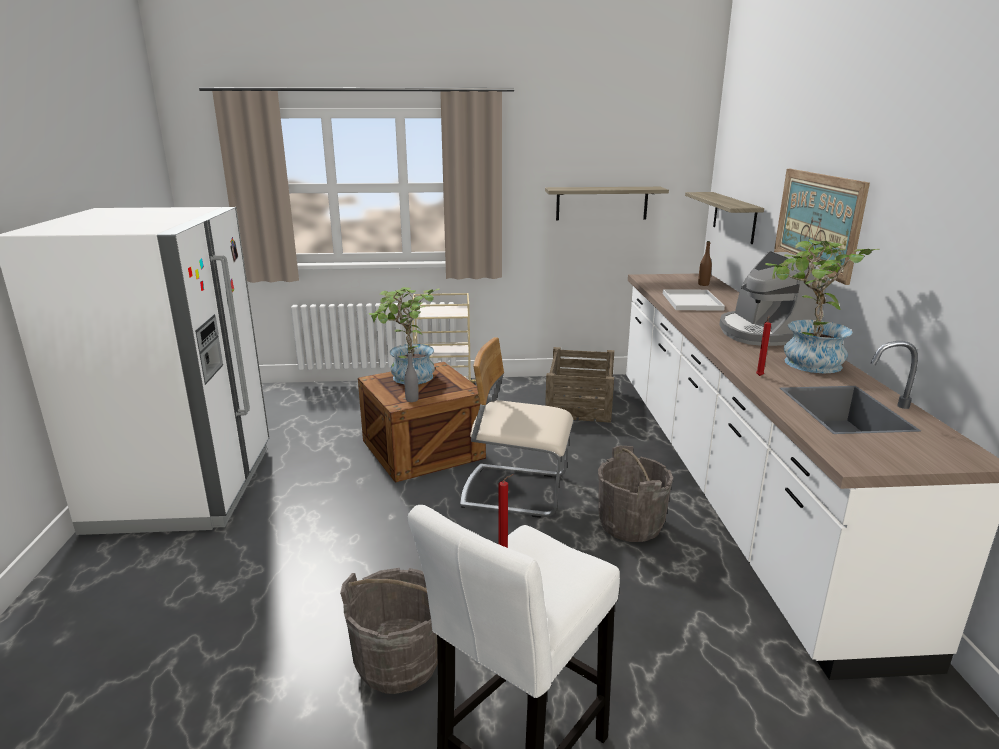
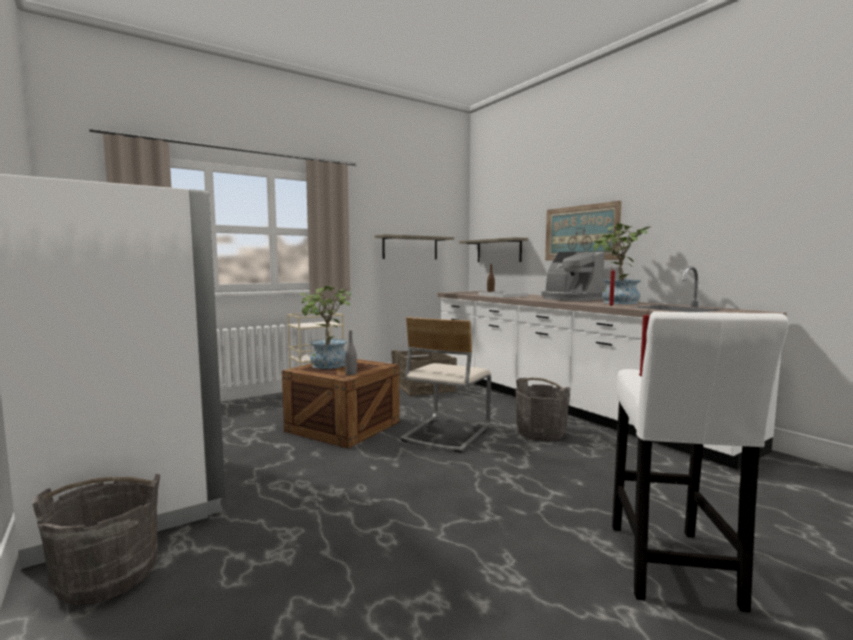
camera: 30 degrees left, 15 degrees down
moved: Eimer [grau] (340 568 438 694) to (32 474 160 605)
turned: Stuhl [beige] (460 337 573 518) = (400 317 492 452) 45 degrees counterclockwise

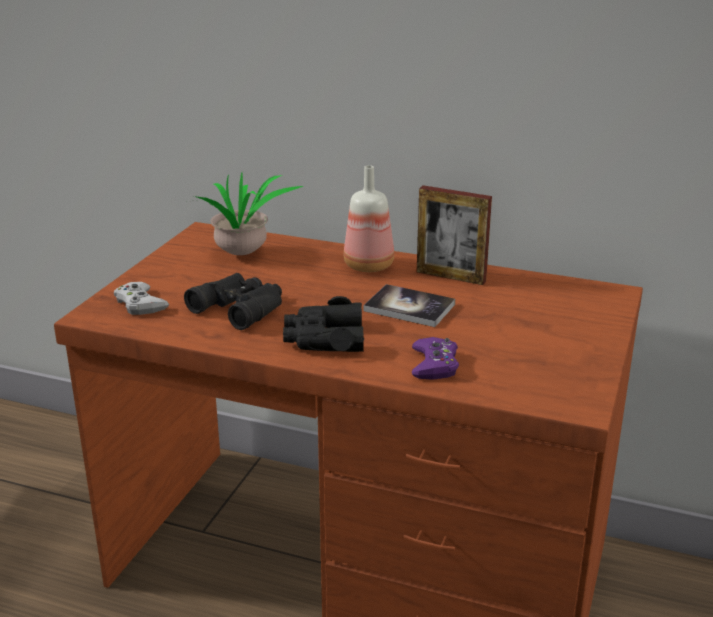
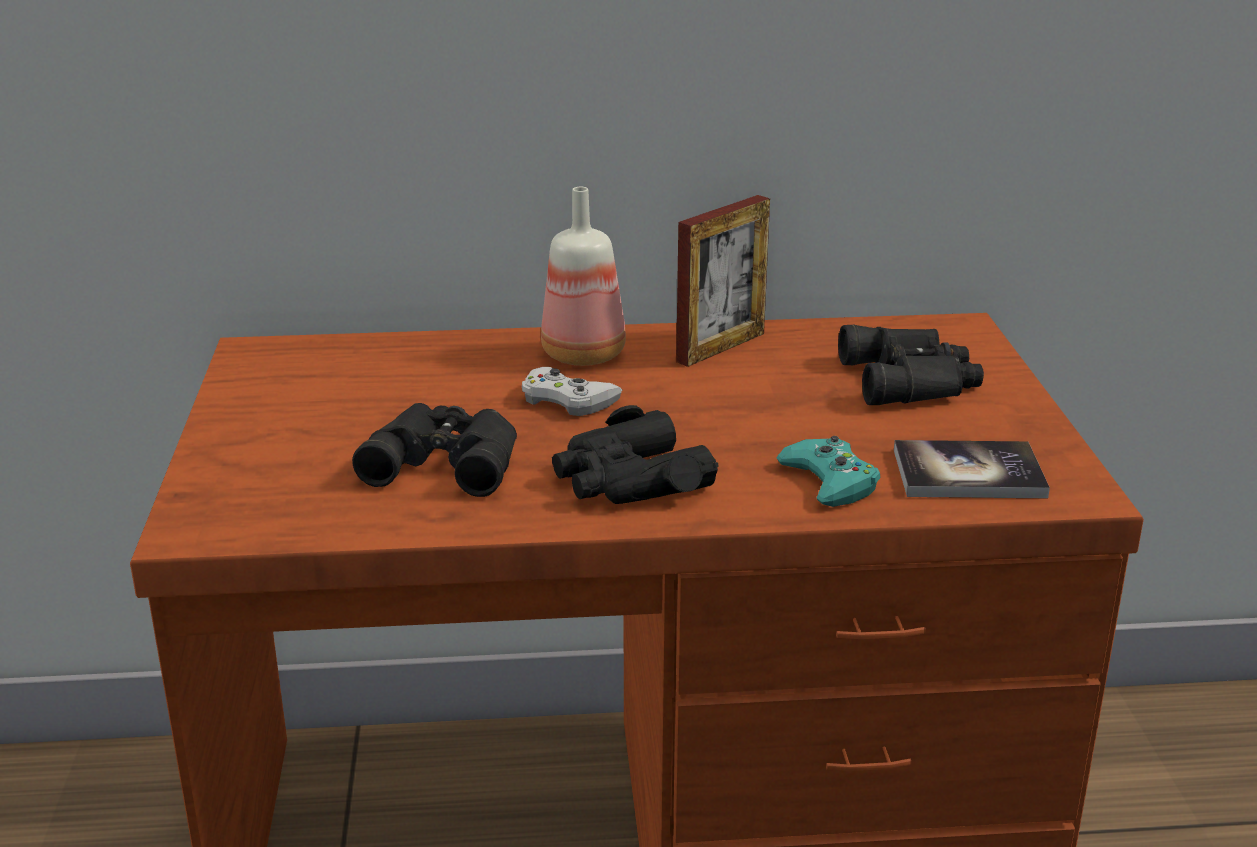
camera: 25 degrees left, 0 degrees up
removed: Topfpflanze (194 172 303 255)
added: Fernglas [schwarz] (838 325 984 405)
moved: Gamepad [weiß] (114 282 169 315) to (522 367 622 416); Buch (363 284 455 327) to (894 440 1050 498)
recoloured: Gamepad [lila] (412 337 459 380) to Gamepad [türkis] (776 436 880 507)
turned: Bilderrahmen (417 185 492 285) = (676 195 770 367) 45 degrees counterclockwise

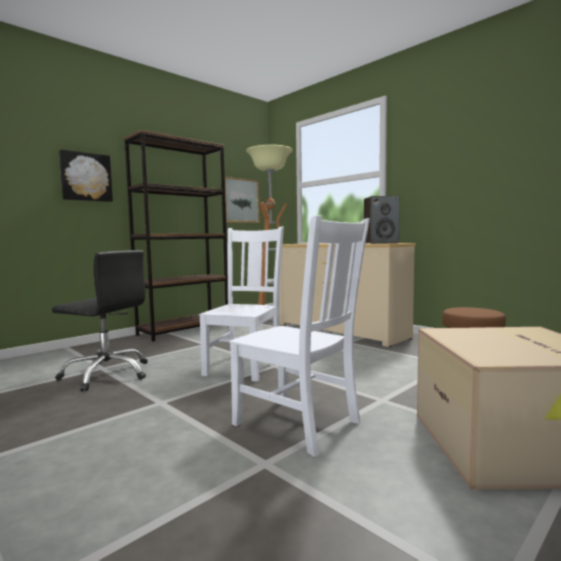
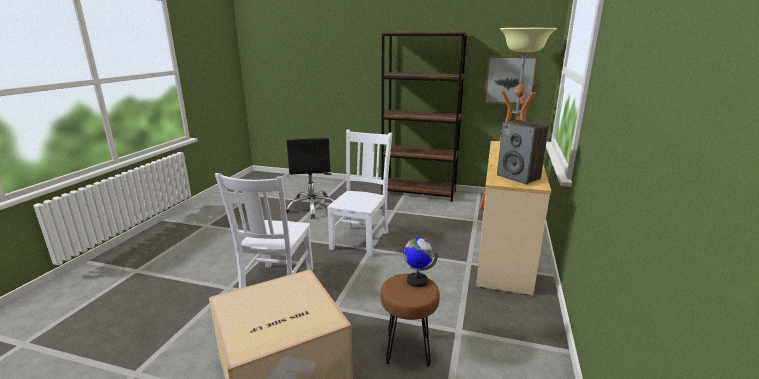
camera: 60 degrees right, 15 degrees up
removed: Bild (59 149 113 202)
added: Globus (403 237 438 287)
turned: Stuhl [weiß] (199 227 284 382) = (327 129 392 257) 60 degrees counterclockwise

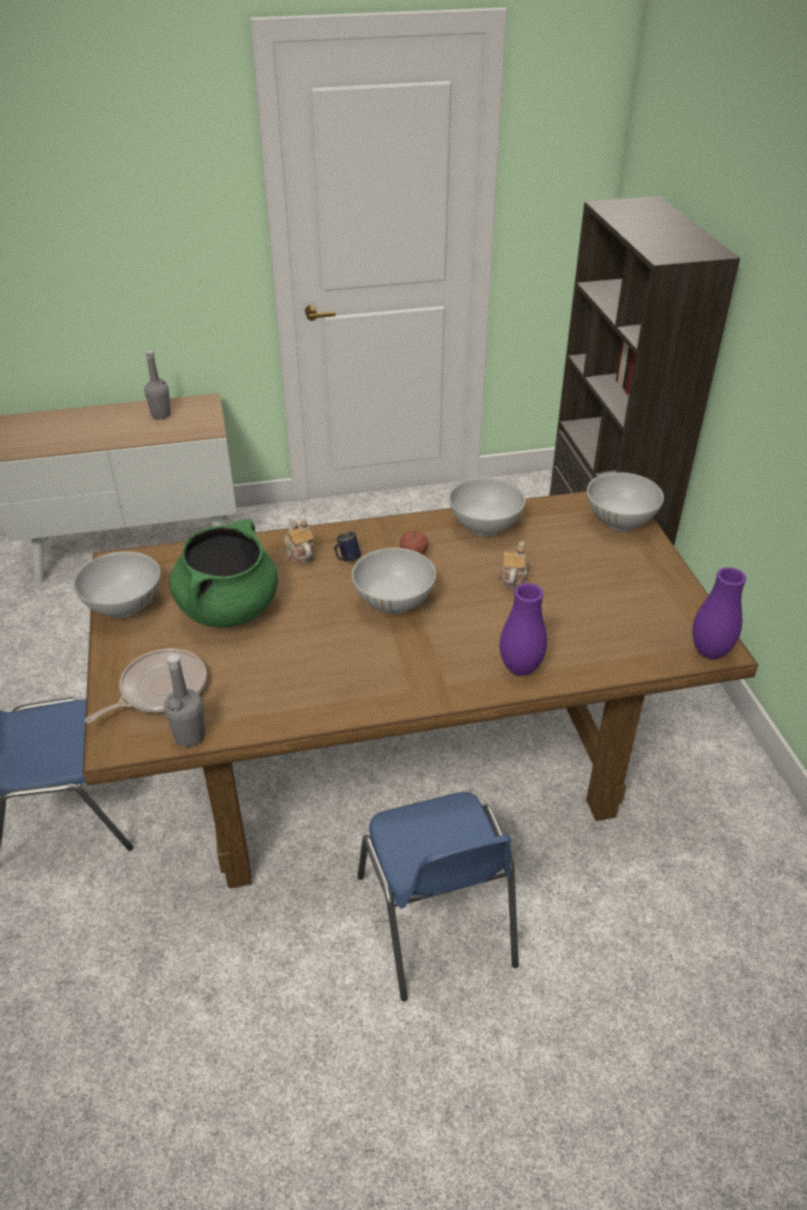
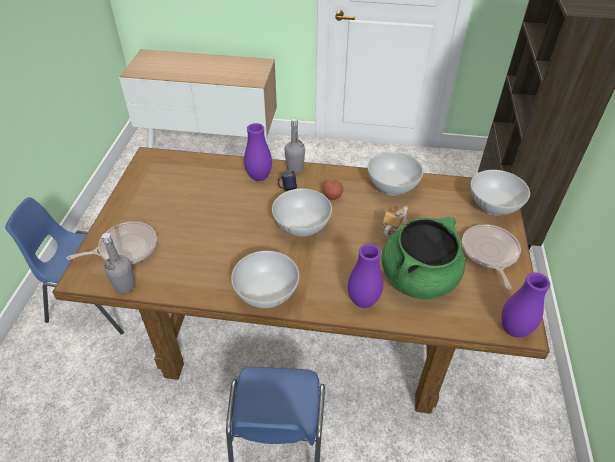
camera: 20 degrees right, 5 degrees up
added: Pfanne (462 224 521 289)
moved: Schüssel [weiß] (73 551 161 618) to (231 251 299 308); Flasche [grau] (144 350 171 419) to (284 118 305 174); Kochtopf [grün] (170 519 278 627) to (382 217 465 299)
replaced: Teekanne (284 518 315 564) to Vase [lila] (244 123 272 181)

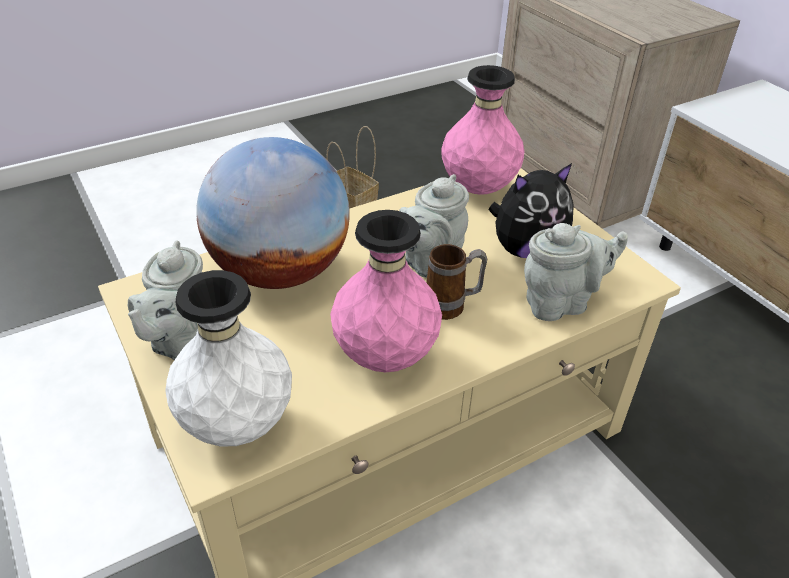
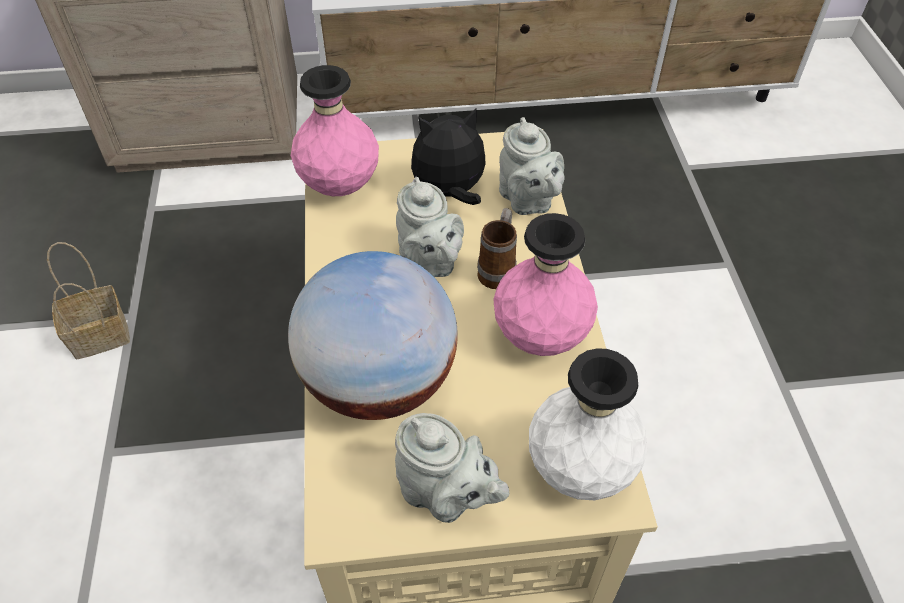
camera: 65 degrees left, 10 degrees up
turned: Plüschtier (489 163 574 258) = (411 109 485 205) 105 degrees counterclockwise; Teekanne [grau] (524 223 628 321) = (499 117 564 215) 150 degrees clockwise

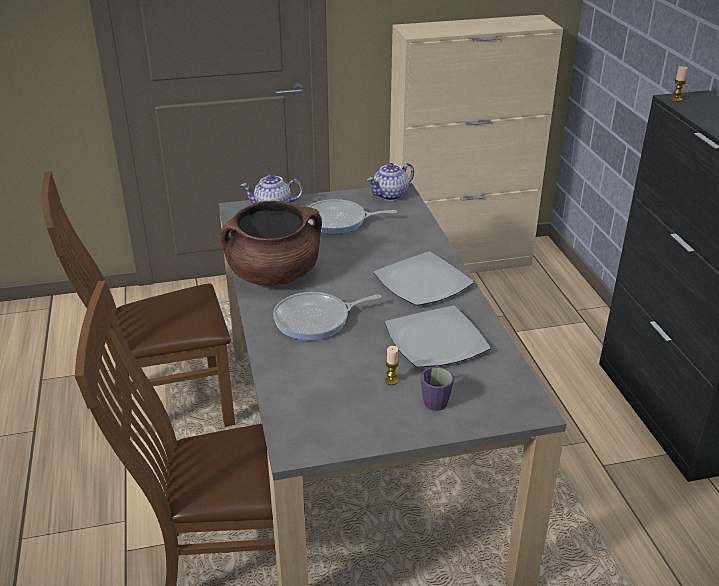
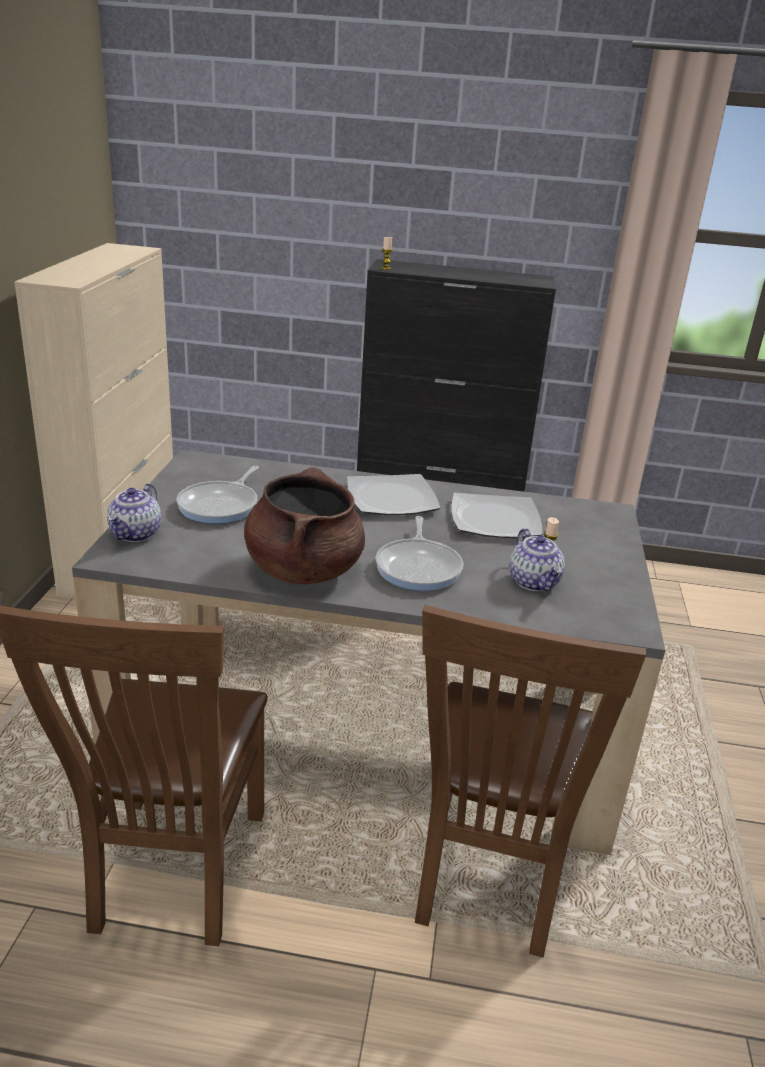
camera: 70 degrees left, 5 degrees down
removed: Henkelbecher [lila] (421 365 454 411)
moved: Teekanne (367 163 414 201) to (510 528 565 591)

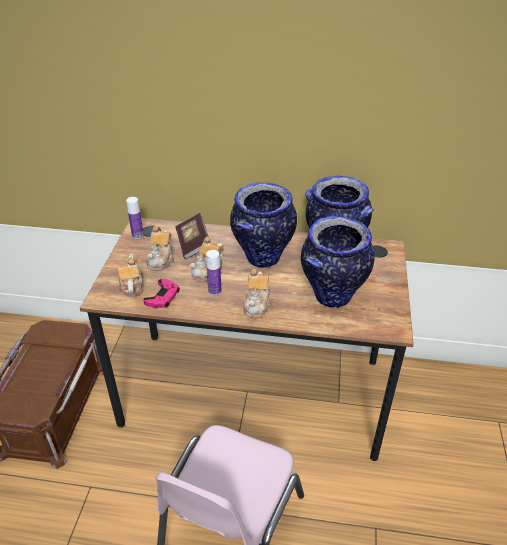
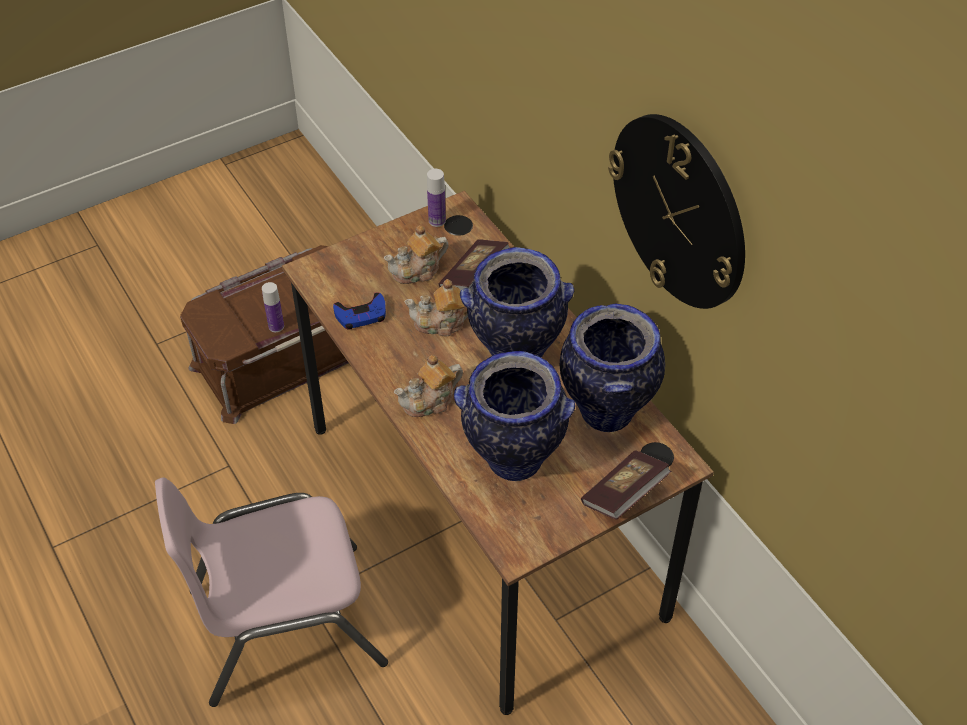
camera: 50 degrees right, 10 degrees up
removed: Teekanne (118 253 144 297)
added: Buch (581 450 672 519); Wanduhr (608 114 745 309)
moved: Flasche (206 250 221 296) to (262 282 284 332)
recoloured: Gamepad [rosa] (143 279 180 308) to Gamepad [blau] (333 292 386 330)

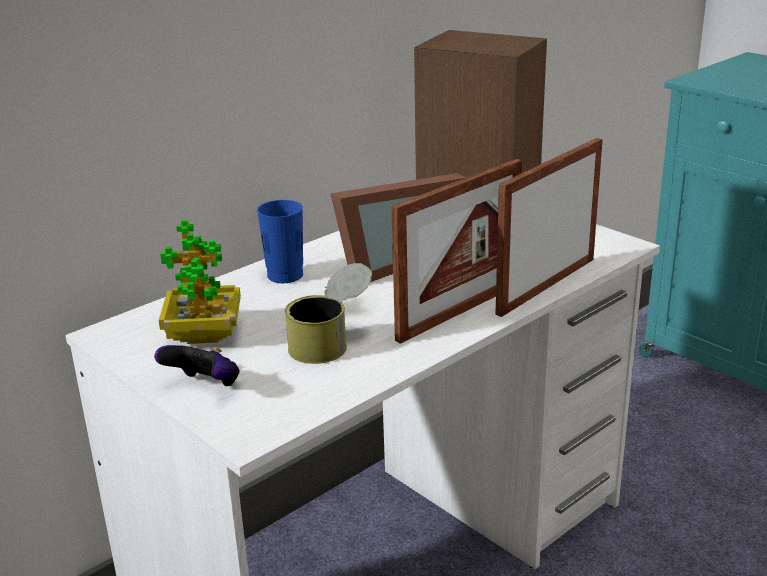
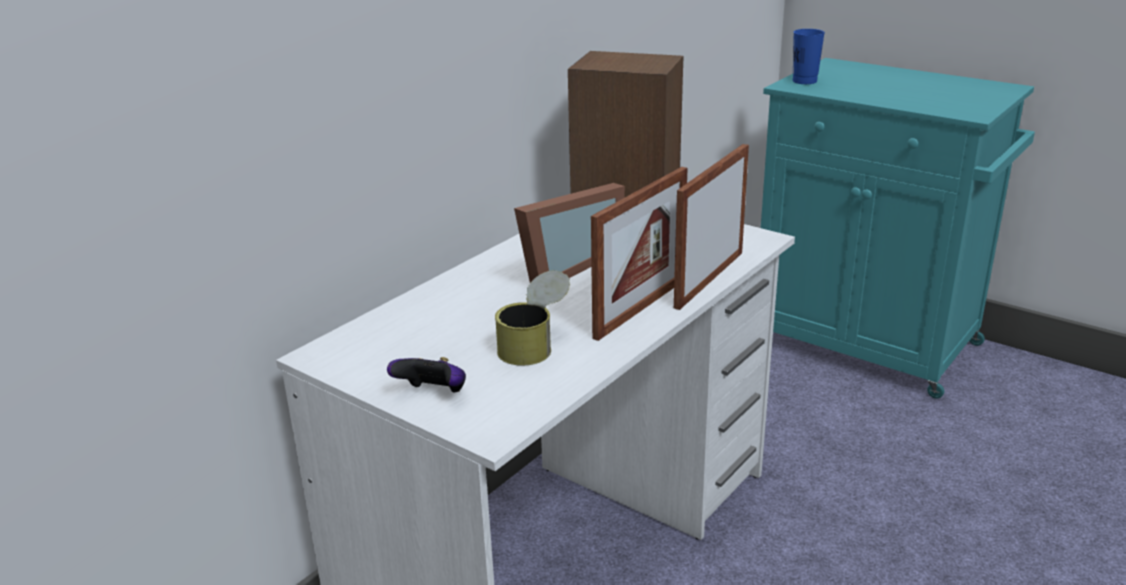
camera: 10 degrees left, 0 degrees up
removed: Topfpflanze (159 219 241 344)
moved: Tasse [blau] (257 200 303 283) to (793 29 825 84)

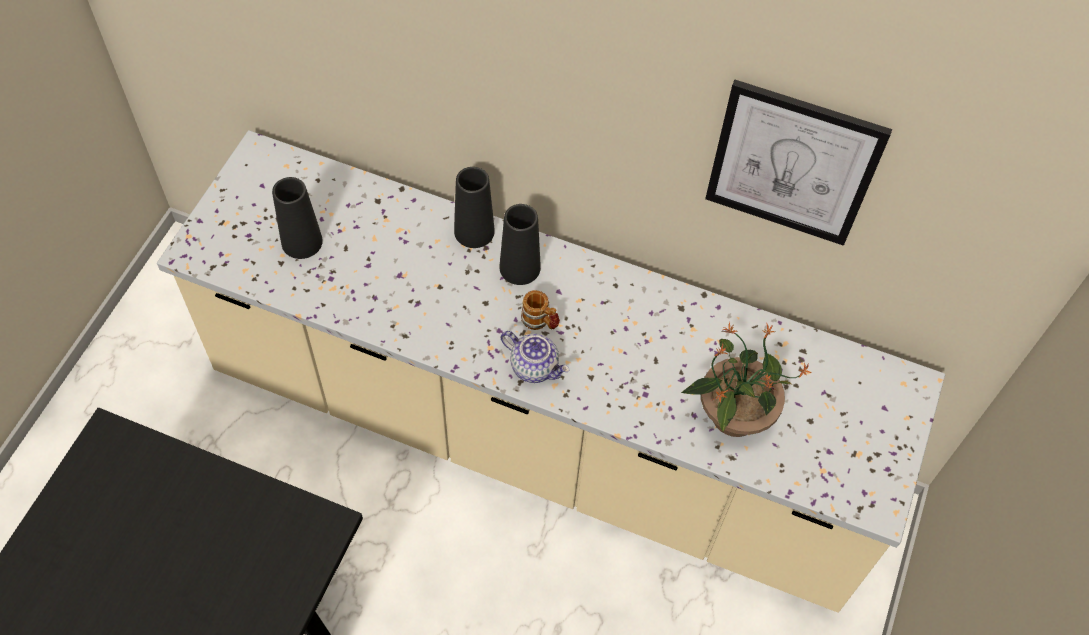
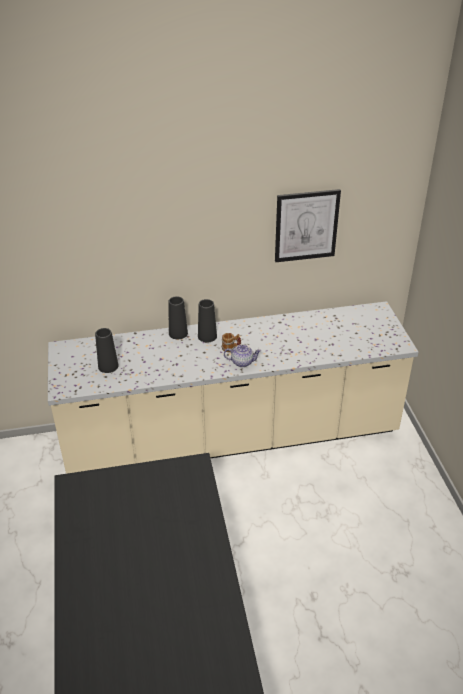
camera: 30 degrees left, 20 degrees down
removed: Topfpflanze (681 322 811 437)

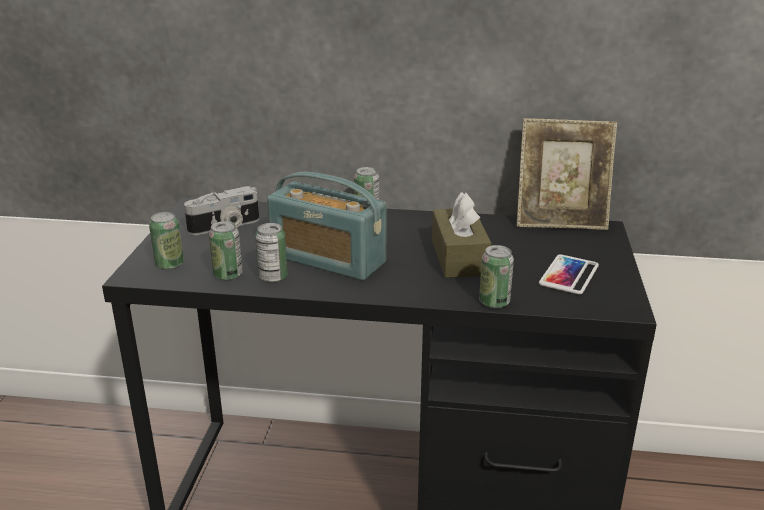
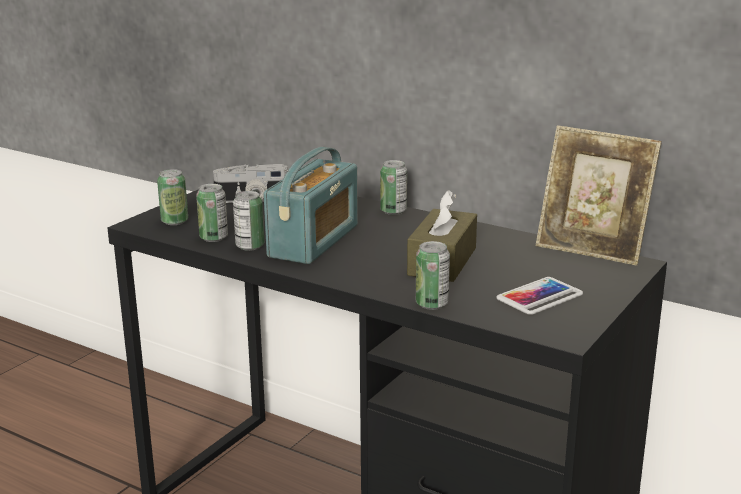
camera: 25 degrees right, 5 degrees down
turned: Radio (267 172 386 280) = (264 147 358 264) 120 degrees counterclockwise

